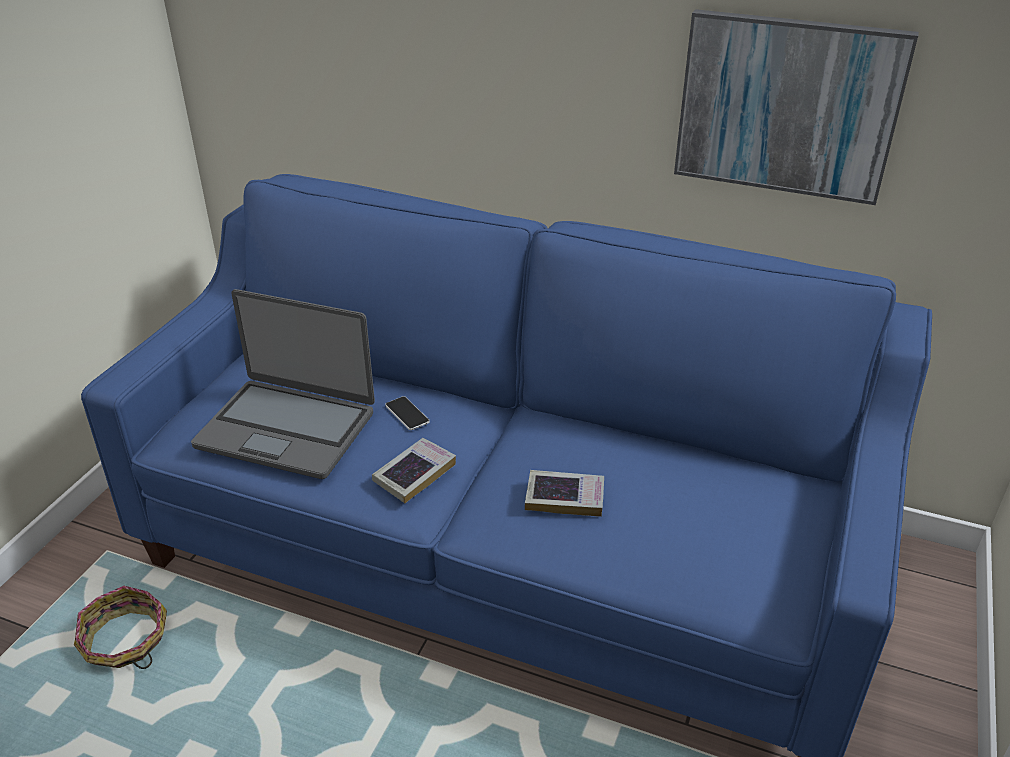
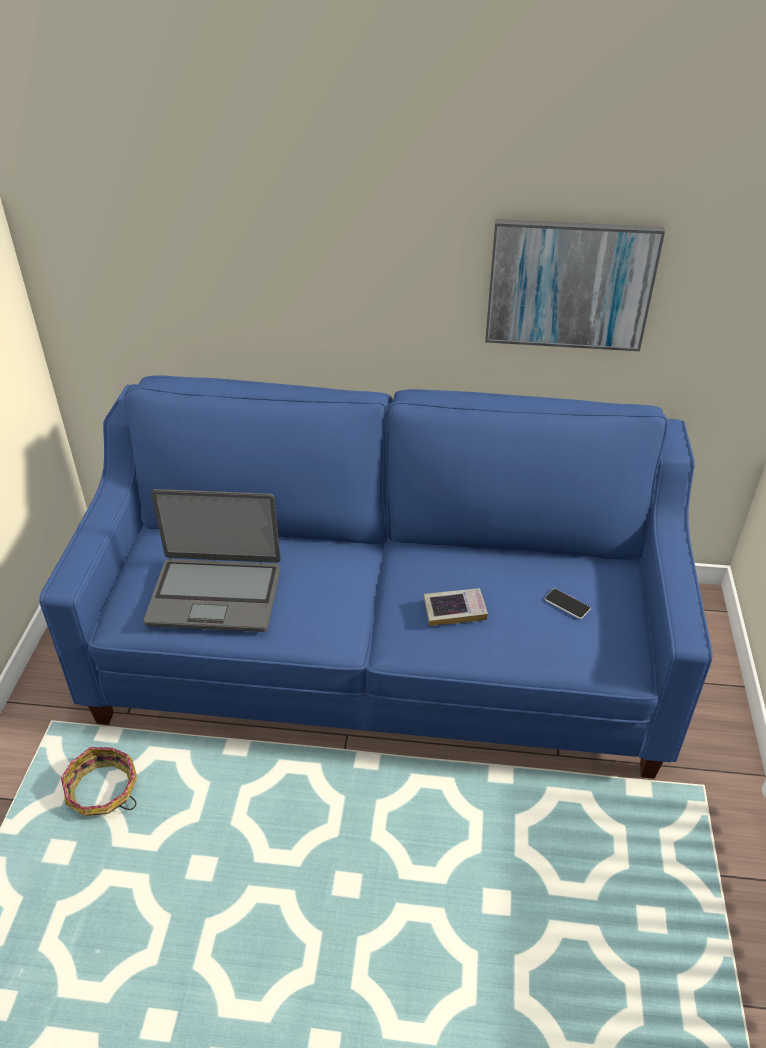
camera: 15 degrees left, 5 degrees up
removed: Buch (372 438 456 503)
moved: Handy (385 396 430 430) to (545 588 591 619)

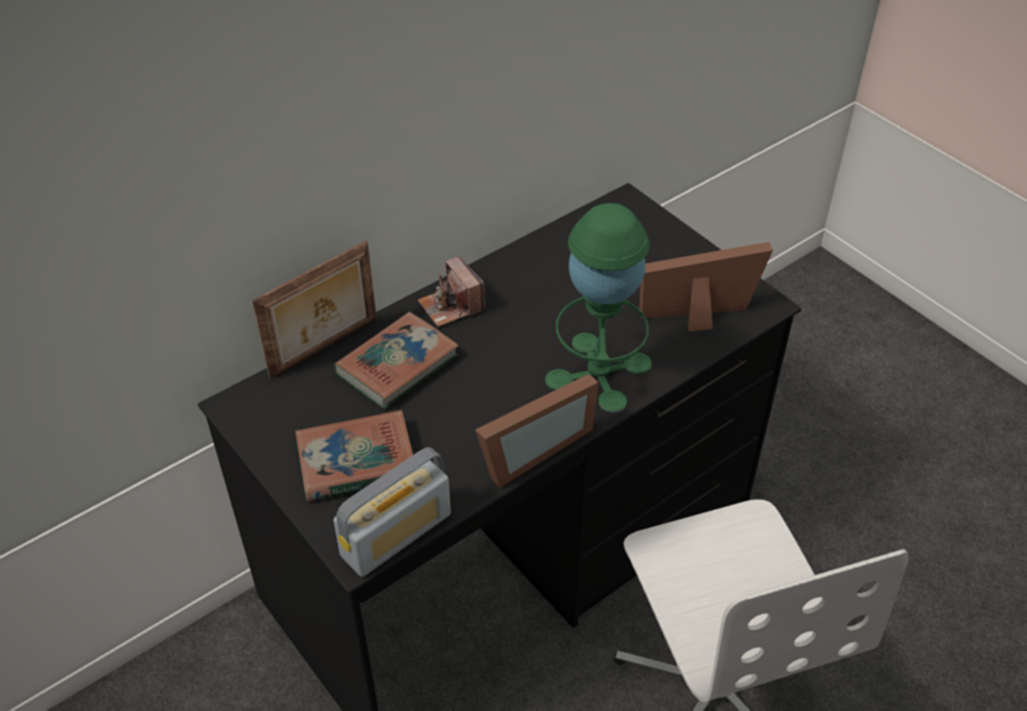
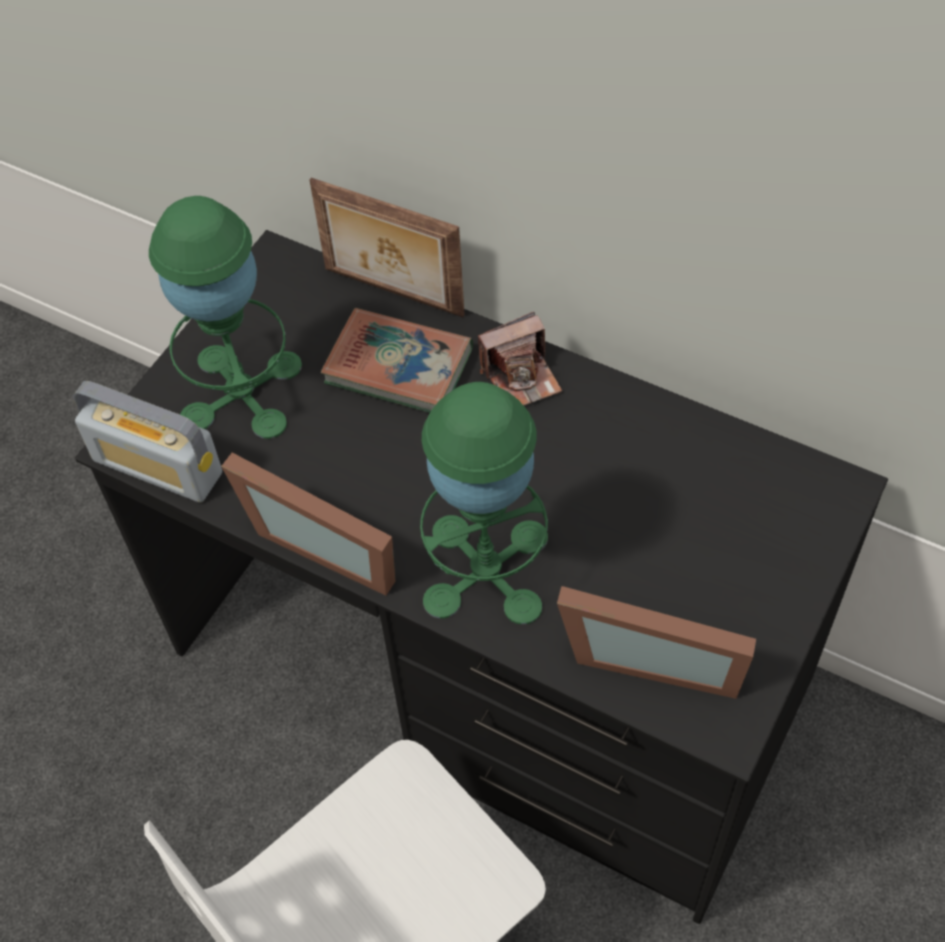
camera: 70 degrees right, 10 degrees up
replaced: Buch (295 410 413 502) to Tischlampe [grün] (149 196 302 439)
turned: Kamera (418 256 485 327) = (478 312 562 406) 150 degrees counterclockwise; Bilderrahmen (639 242 773 331) = (557 586 756 699) 135 degrees clockwise

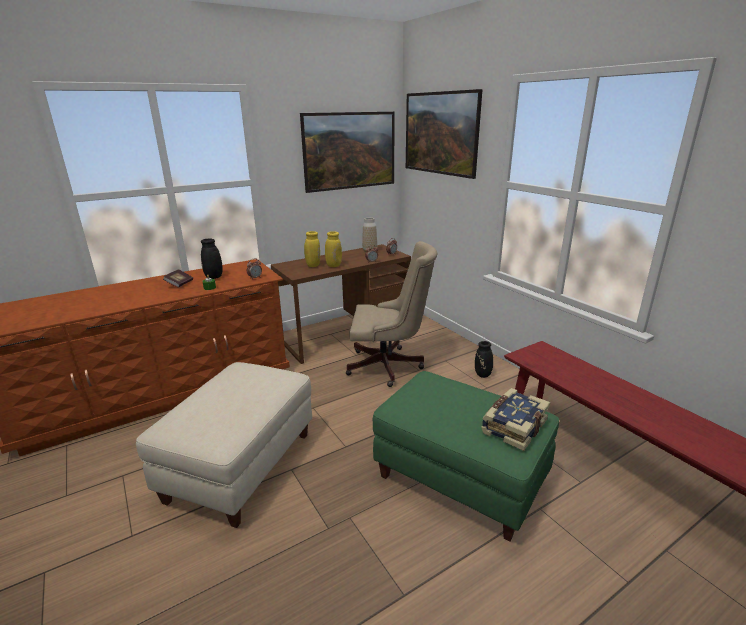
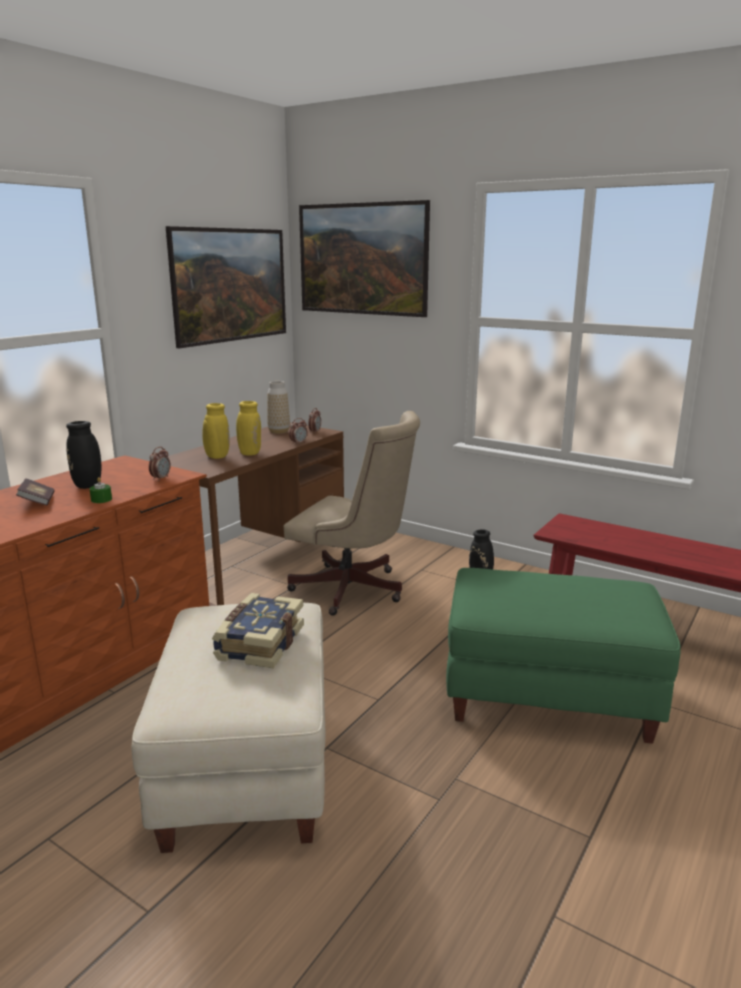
camera: 25 degrees left, 5 degrees down
moved: Buch (481 388 550 451) to (212 593 304 668)
turned: Bürostuhl [beige] (346 241 437 387) = (284 411 420 616) 45 degrees clockwise

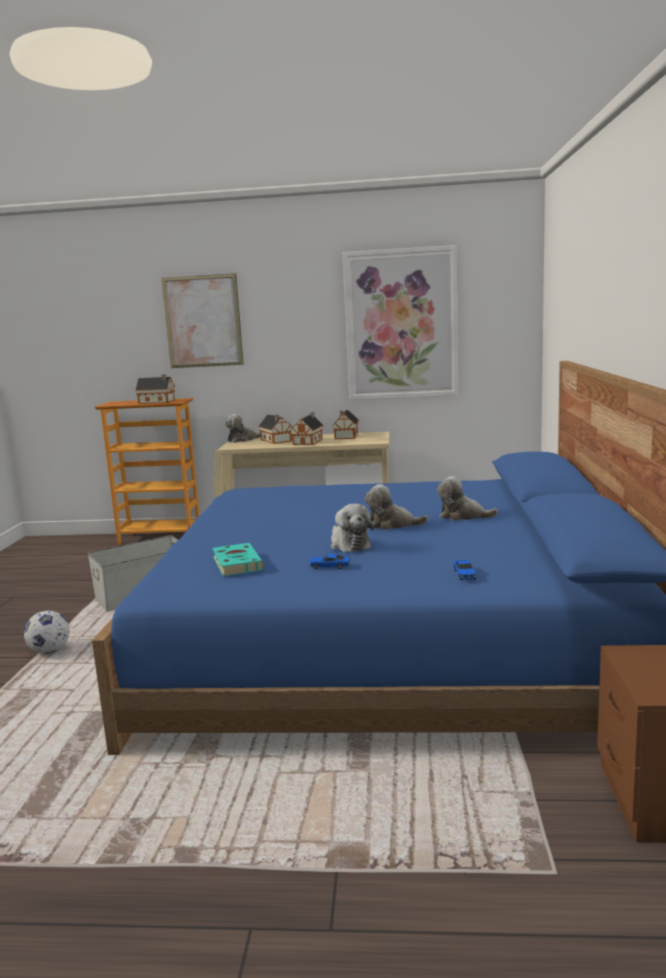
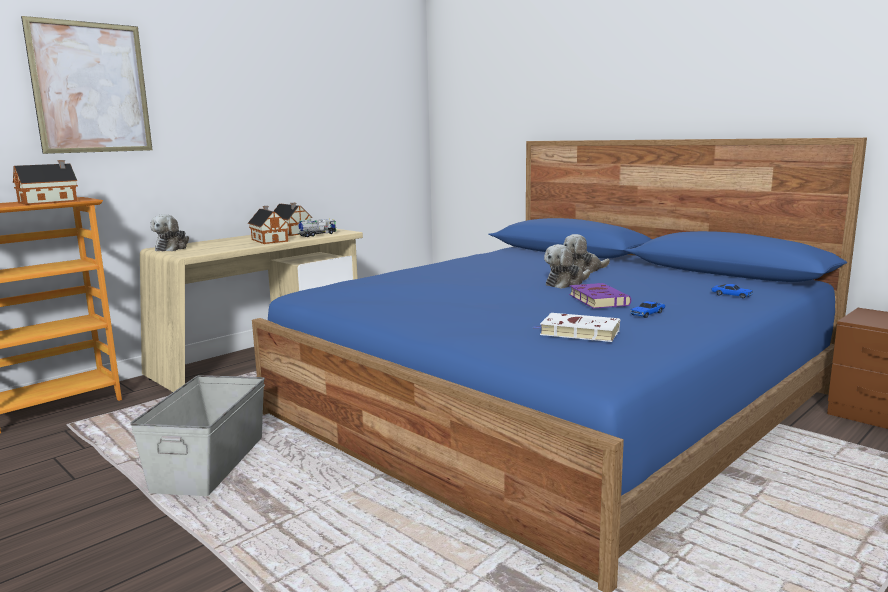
camera: 50 degrees left, 0 degrees up
removed: Fußball (24 611 69 654); Spielzeughaus (258 415 293 444); Bild (343 245 458 400)
added: Spielzeuglaster (297 219 336 237)
replaced: Plüschtier (331 504 374 552) to Buch [lila] (569 283 631 309)
recoloured: Buch [türkis] (212 543 264 576) to Buch [weiß] (534 313 620 342)

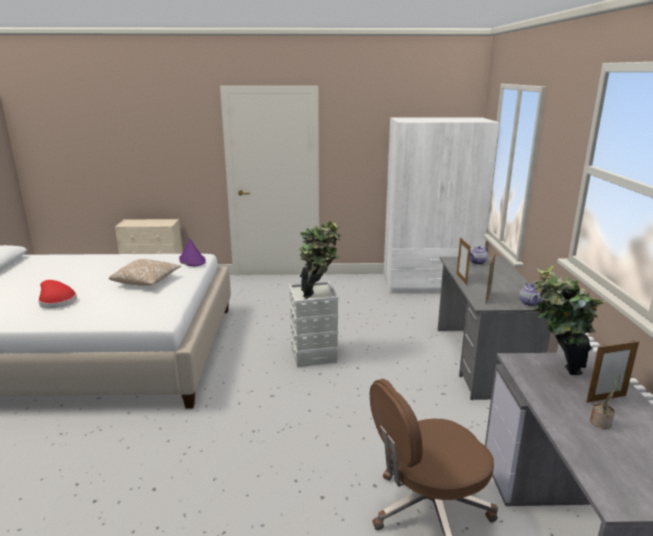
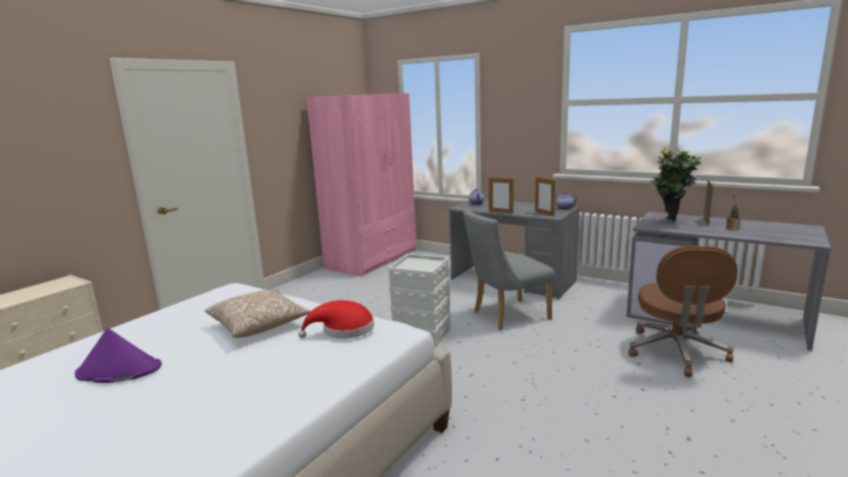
camera: 55 degrees left, 5 degrees down
removed: Topfpflanze (296 221 342 299)
added: Stuhl [grau] (463 209 555 330)
moved: Hut [lila] (179 238 206 267) to (75 328 162 383); Hut [rot] (38 280 77 308) to (298 300 374 339)
recoloured: Kleiderschrank [weiß] (384 117 500 294) to Kleiderschrank [rosa] (307 93 416 277)

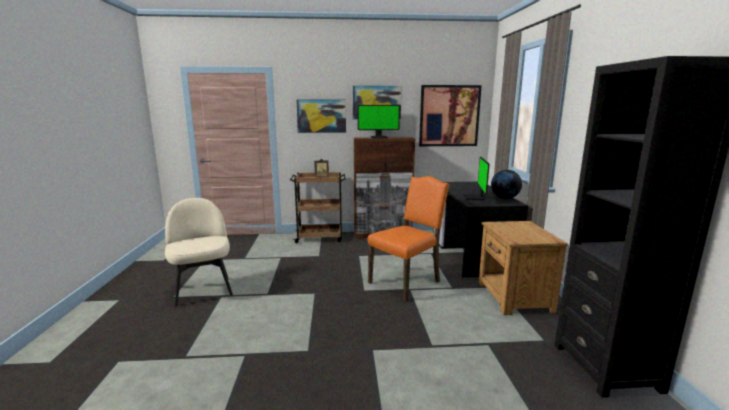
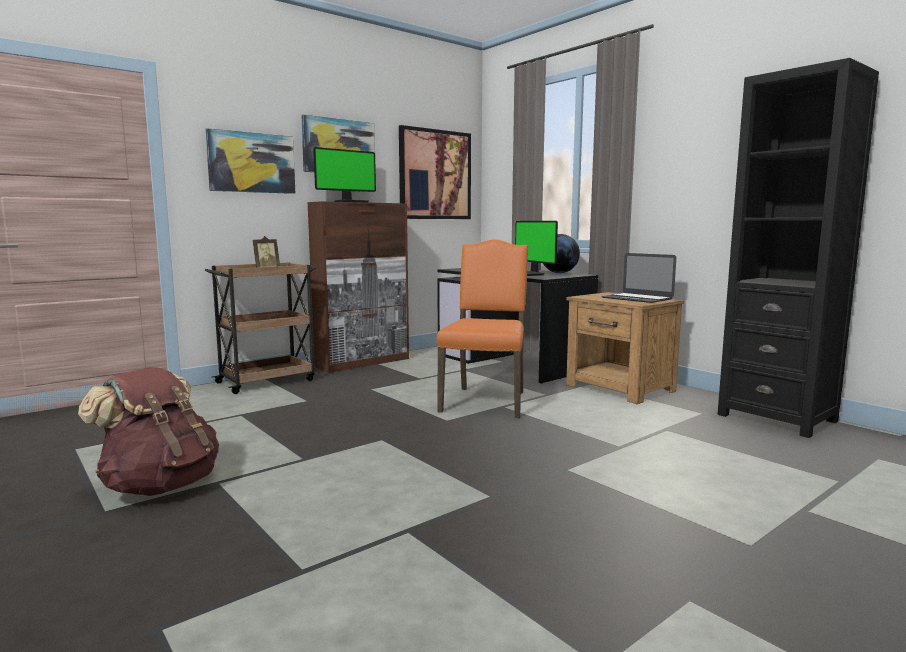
camera: 35 degrees left, 5 degrees down
added: Laptop (601 253 676 303)
replaced: Stuhl [beige] (165 198 233 307) to Rucksack [braun] (78 367 219 496)

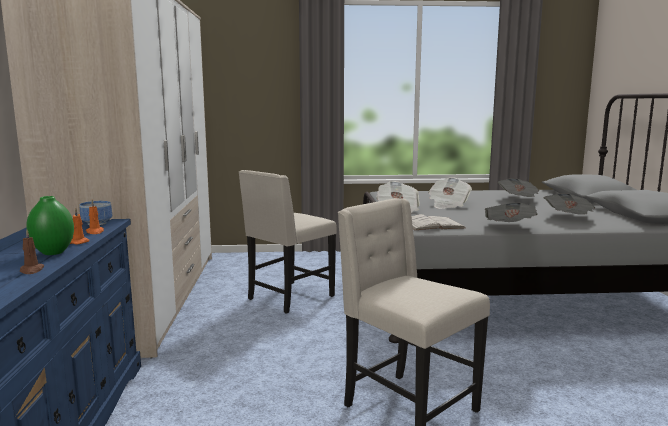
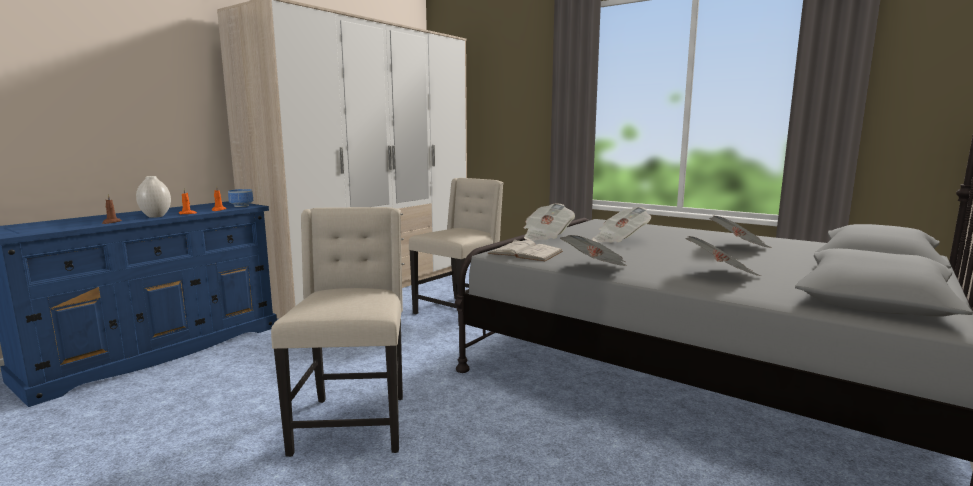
camera: 40 degrees right, 0 degrees up
recoloured: Vase [grün] (26 196 74 255) to Vase [weiß] (136 176 171 218)
turned: Stuhl [beige] (239 170 337 314) = (409 178 503 326) 135 degrees clockwise

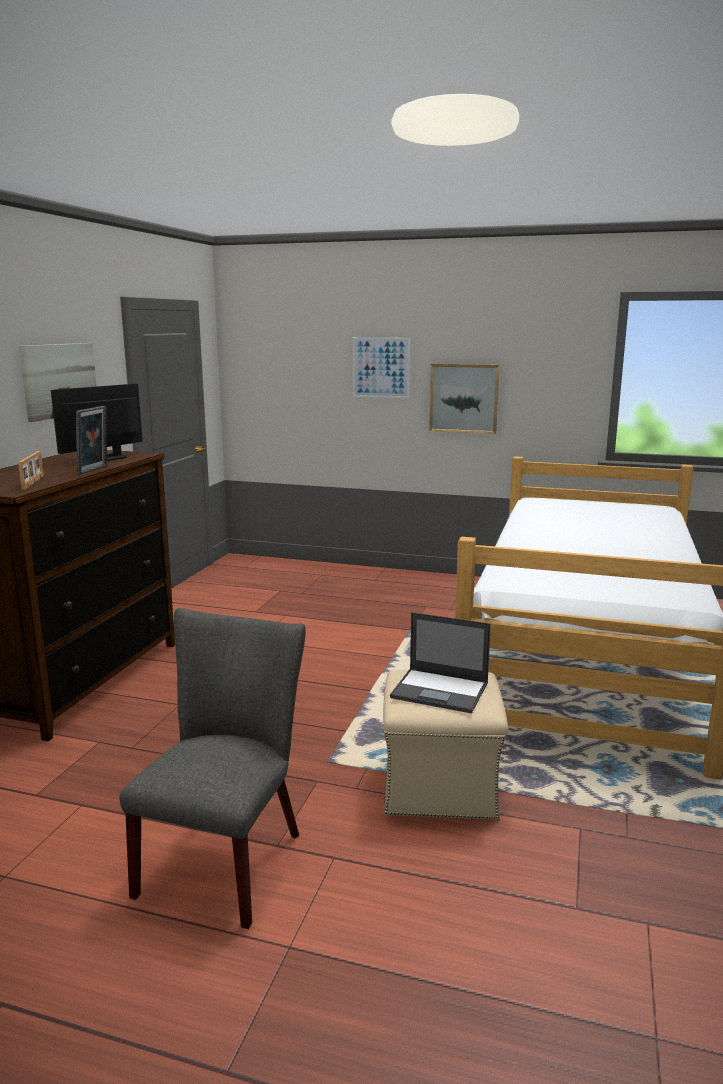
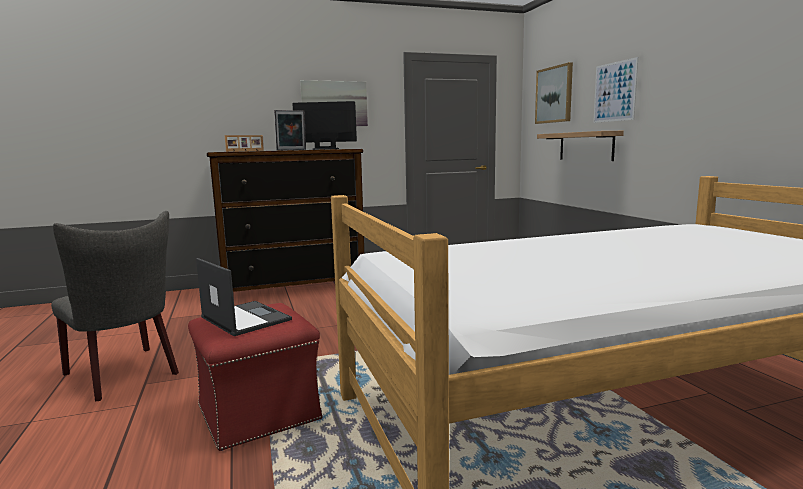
camera: 55 degrees right, 5 degrees down
added: Wandregal (537 131 624 161)
moved: Bild (429 364 500 434) to (535 62 573 124)
recoloured: Polsterhocker [beige] (383 670 508 820) to Polsterhocker [rot] (188 303 323 451)
turned: Stuhl [grau] (120 608 306 929) = (51 211 179 401) 60 degrees clockwise; Laptop (390 612 491 713) = (196 258 292 336) 150 degrees clockwise

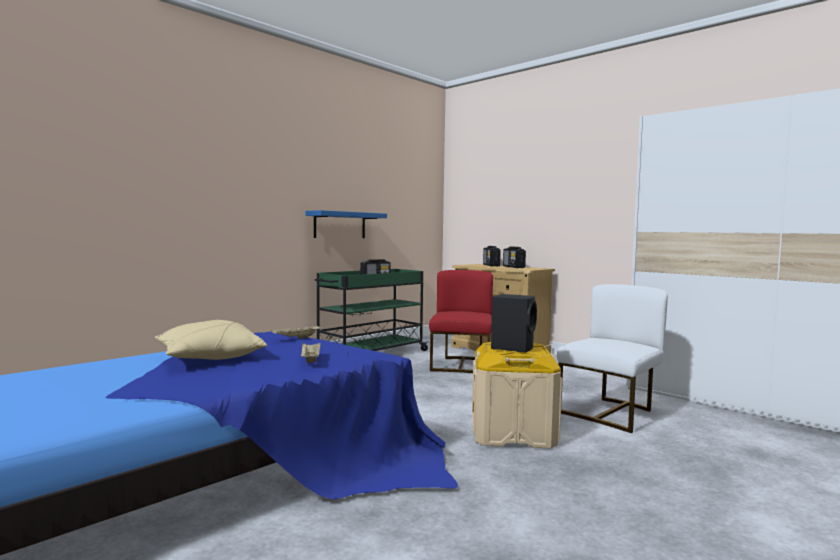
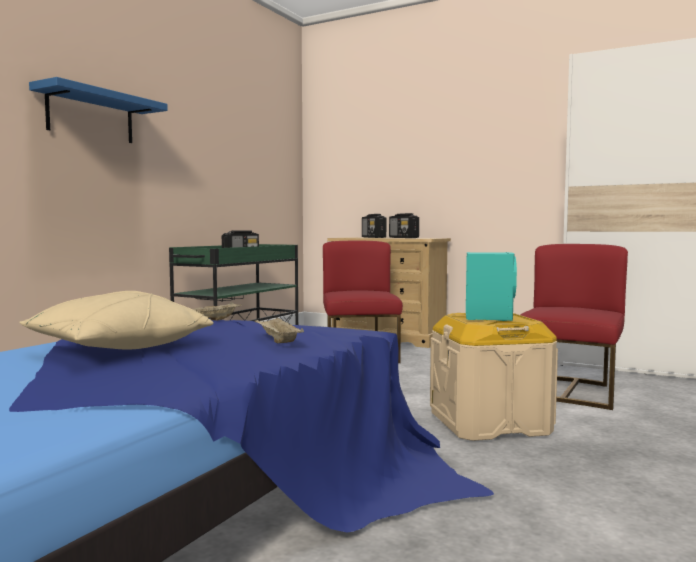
camera: 15 degrees left, 0 degrees up
moved: Wandregal [blau] (305 210 387 238) to (29 77 168 143)
recoloured: Lautsprecher [schwarz] (491 294 537 353) to Lautsprecher [türkis] (466 252 517 321); Stuhl [weiß] (557 284 668 433) to Stuhl [rot] (521 244 628 410)

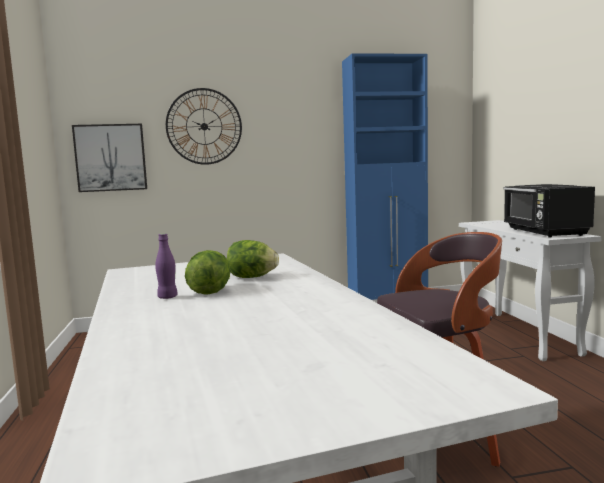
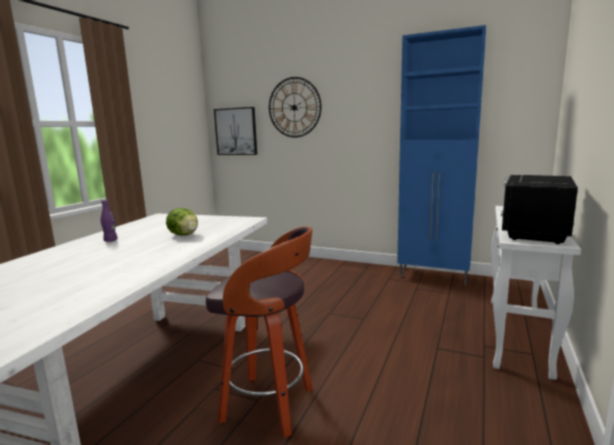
camera: 35 degrees right, 5 degrees up
removed: Salatkopf (185 250 231 295)

